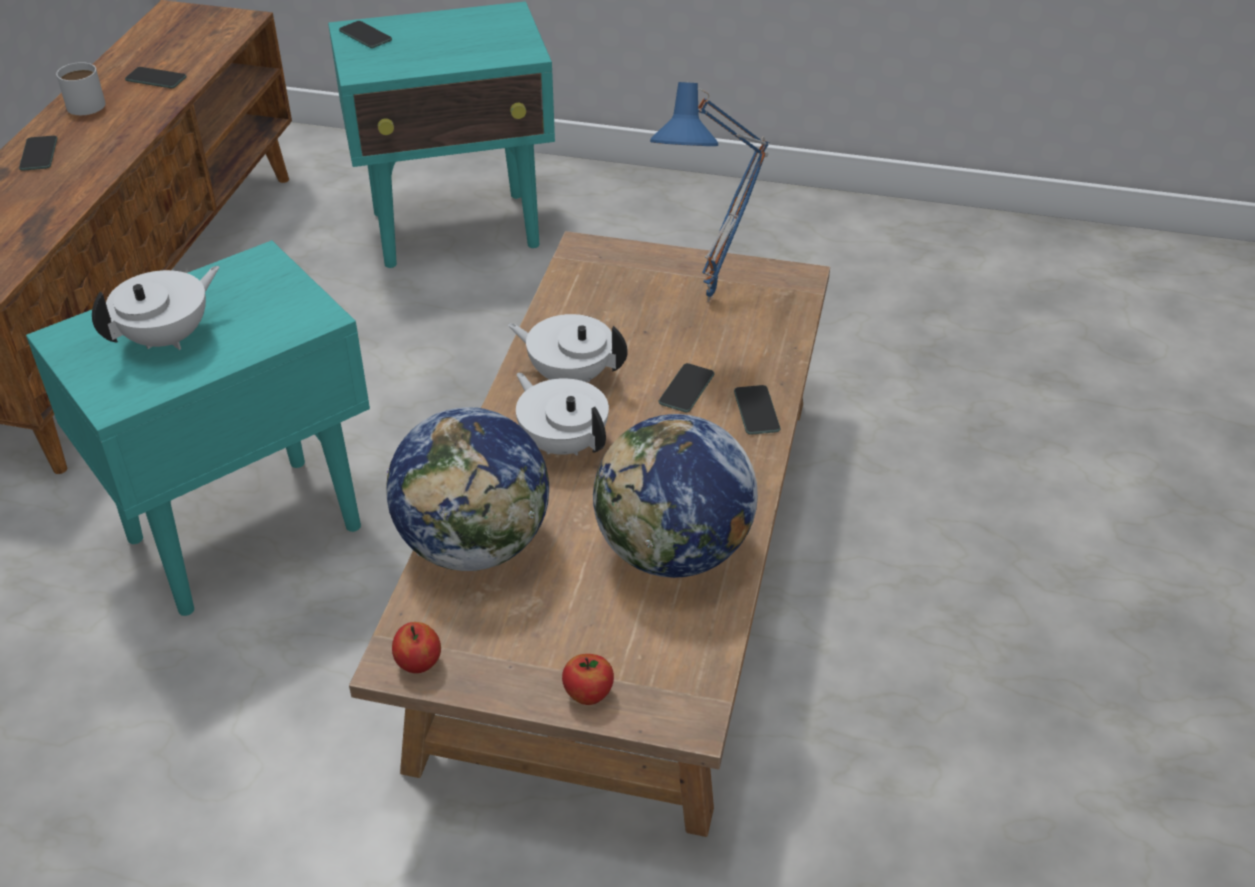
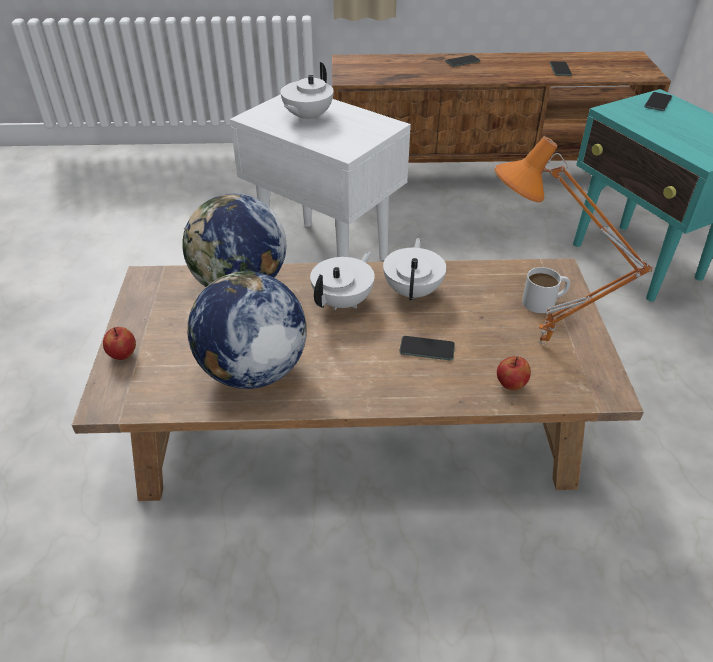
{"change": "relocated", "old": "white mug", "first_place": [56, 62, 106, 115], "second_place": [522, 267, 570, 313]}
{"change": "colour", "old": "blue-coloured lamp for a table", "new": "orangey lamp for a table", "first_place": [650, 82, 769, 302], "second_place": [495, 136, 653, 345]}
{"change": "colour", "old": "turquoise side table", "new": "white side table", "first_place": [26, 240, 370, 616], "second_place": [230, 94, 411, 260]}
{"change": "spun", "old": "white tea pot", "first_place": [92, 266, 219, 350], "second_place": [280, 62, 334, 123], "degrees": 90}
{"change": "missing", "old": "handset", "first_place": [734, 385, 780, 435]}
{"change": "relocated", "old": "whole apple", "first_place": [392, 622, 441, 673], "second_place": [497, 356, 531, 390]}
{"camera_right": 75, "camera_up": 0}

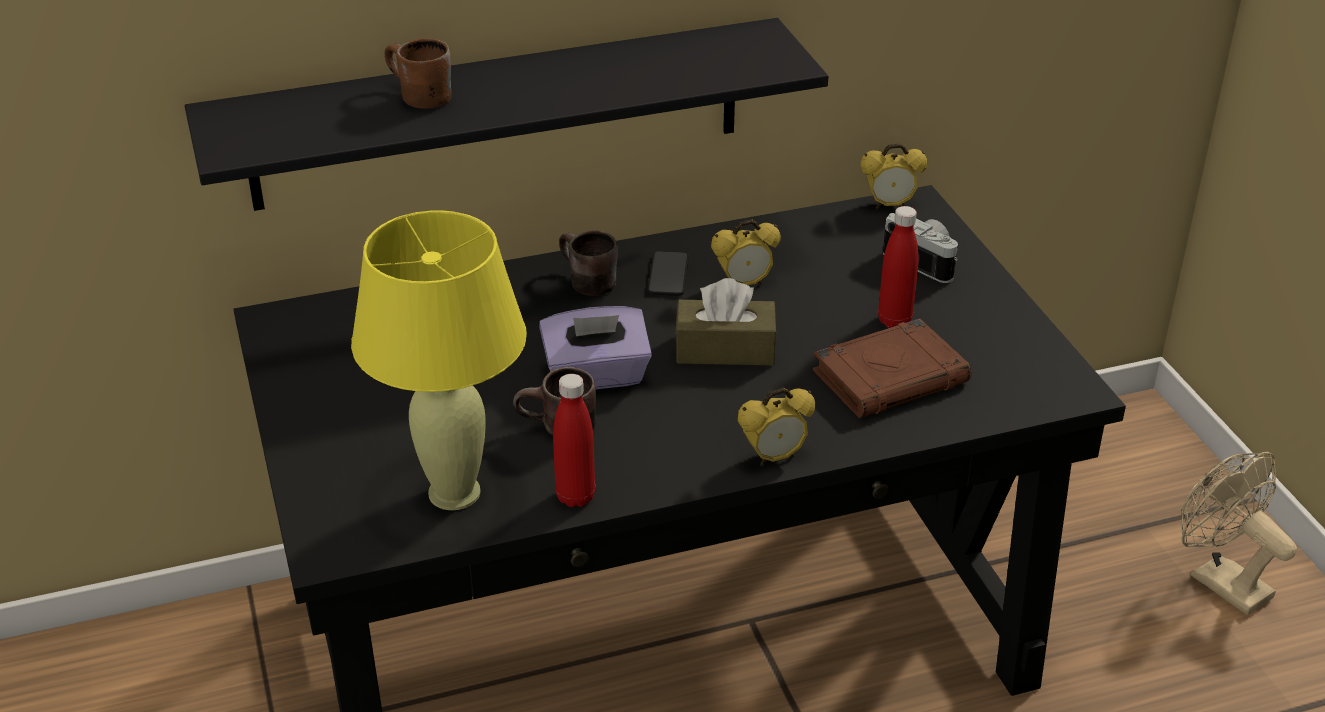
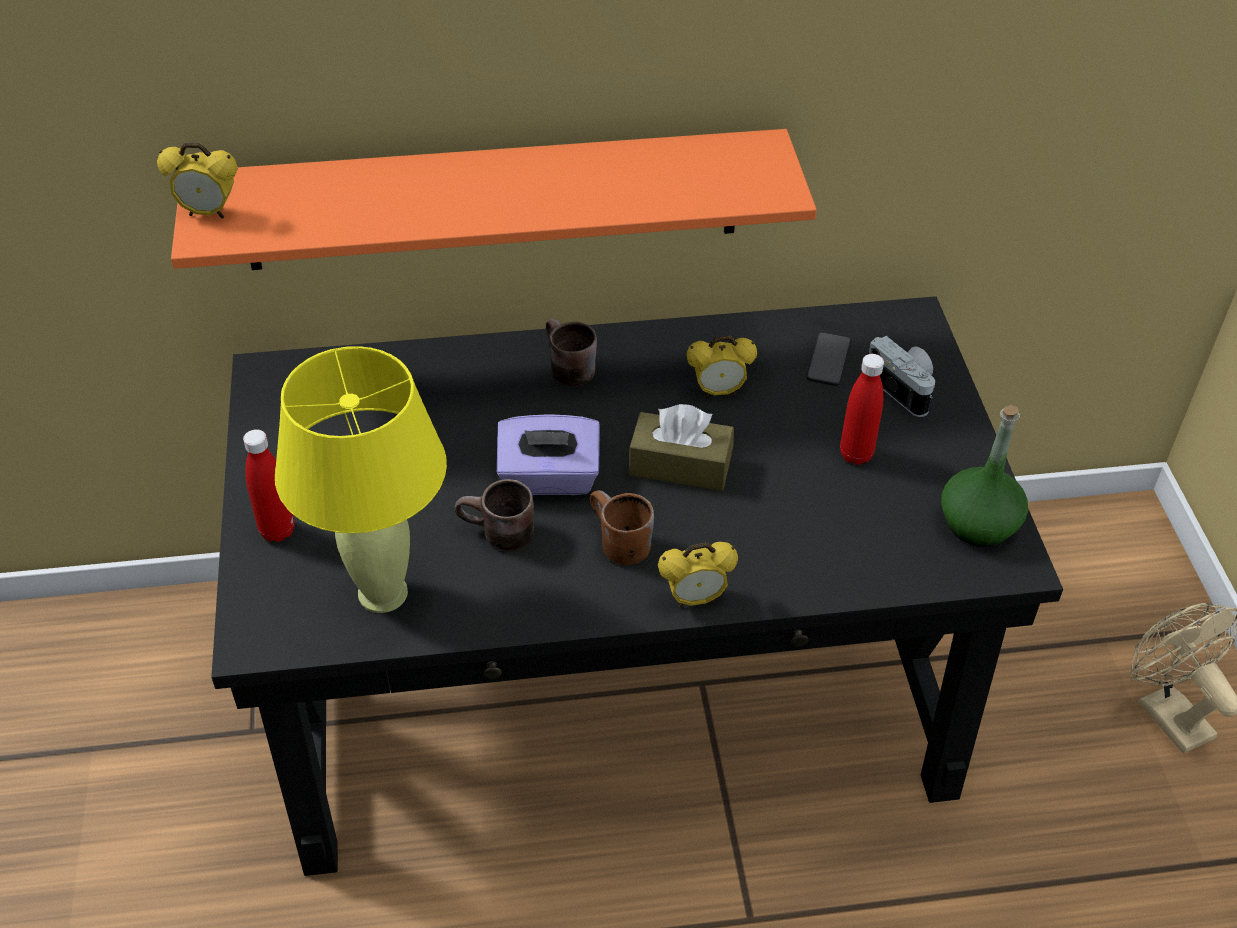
{"change": "colour", "old": "black bracket shelf", "new": "orangey bracket shelf", "first_place": [185, 18, 829, 211], "second_place": [171, 129, 817, 270]}
{"change": "relocated", "old": "brown mug", "first_place": [384, 38, 452, 109], "second_place": [590, 490, 654, 565]}
{"change": "relocated", "old": "alarm clock", "first_place": [860, 144, 927, 209], "second_place": [157, 143, 237, 218]}
{"change": "relocated", "old": "handset", "first_place": [648, 251, 689, 296], "second_place": [806, 332, 852, 386]}
{"change": "missing", "old": "brown bound book", "first_place": [813, 319, 971, 418]}
{"change": "relocated", "old": "red-coloured bottle", "first_place": [553, 374, 595, 507], "second_place": [243, 429, 295, 542]}
{"change": "appeared", "new": "greenish bottle", "second_place": [941, 405, 1028, 547]}
{"camera_right": 10, "camera_up": 10}

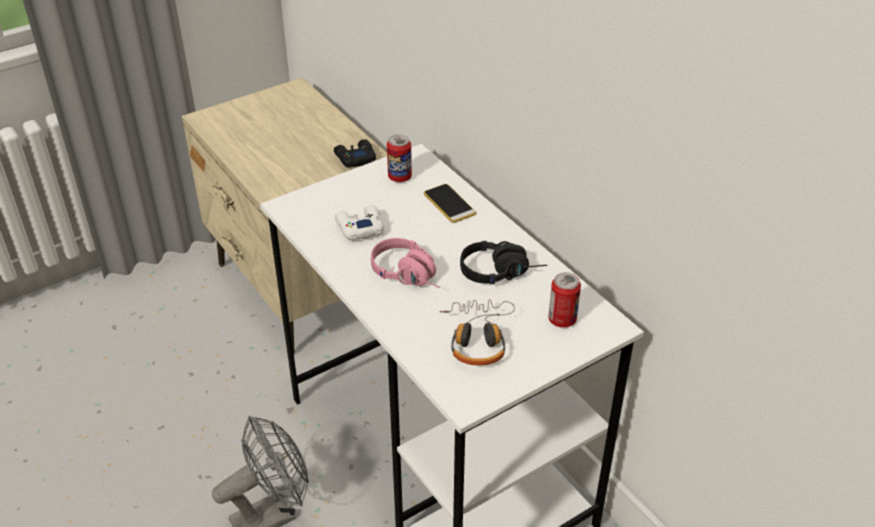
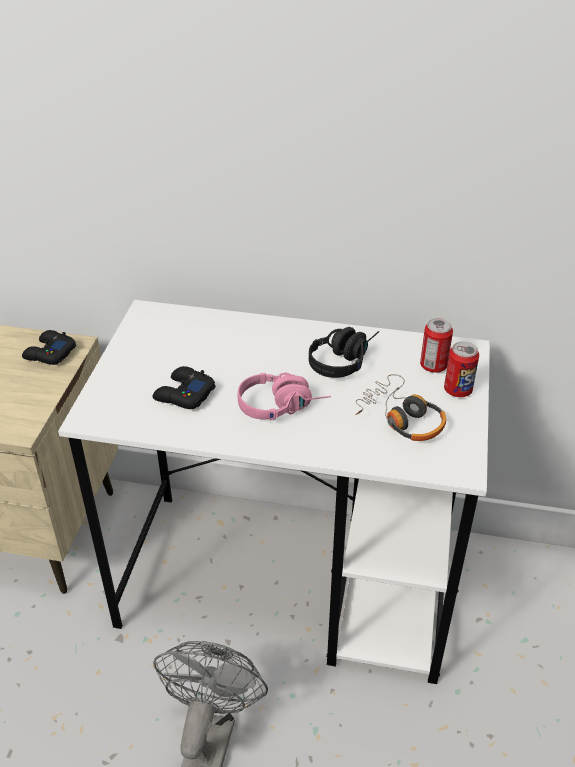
{"change": "relocated", "old": "metal can", "first_place": [387, 134, 412, 182], "second_place": [444, 341, 479, 397]}
{"change": "missing", "old": "handset", "first_place": [424, 184, 476, 223]}
{"change": "colour", "old": "white joypad", "new": "black joypad", "first_place": [335, 205, 384, 240], "second_place": [153, 366, 215, 409]}
{"camera_right": -45, "camera_up": 0}

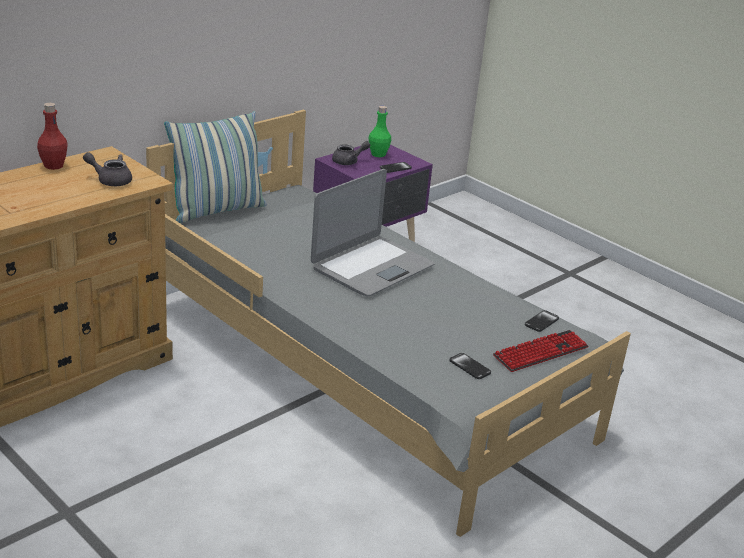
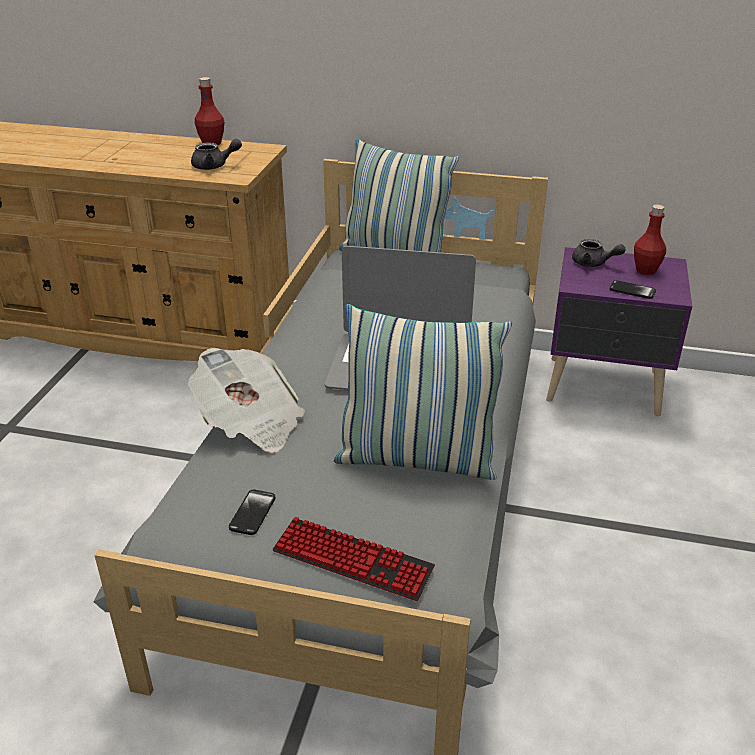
{"change": "colour", "old": "greenish bottle", "new": "red-coloured bottle", "first_place": [368, 106, 391, 157], "second_place": [634, 205, 666, 275]}
{"change": "spun", "old": "grey tea pot", "first_place": [83, 152, 132, 186], "second_place": [191, 139, 242, 170], "degrees": 105}
{"change": "missing", "old": "handset", "first_place": [525, 310, 559, 332]}
{"change": "appeared", "new": "throw pillow", "second_place": [334, 304, 512, 480]}
{"change": "appeared", "new": "daily paper", "second_place": [188, 348, 305, 453]}
{"camera_right": 60, "camera_up": 5}

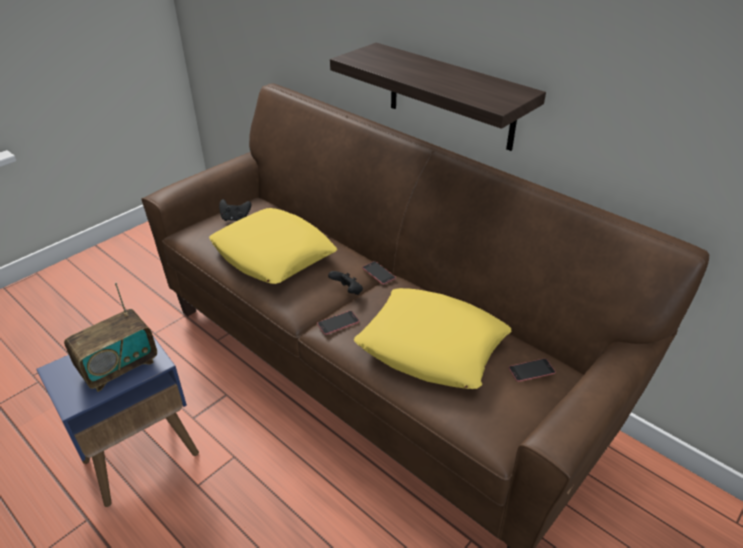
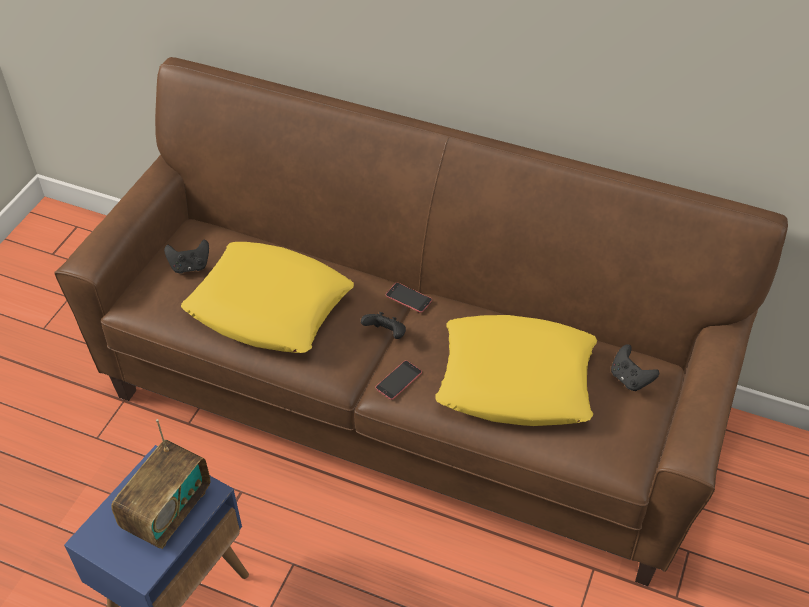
{"change": "missing", "old": "bracket shelf", "first_place": [330, 43, 546, 151]}
{"change": "exchanged", "old": "handset", "new": "black joypad", "first_place": [509, 358, 556, 382], "second_place": [611, 344, 659, 391]}
{"camera_right": -20, "camera_up": 10}

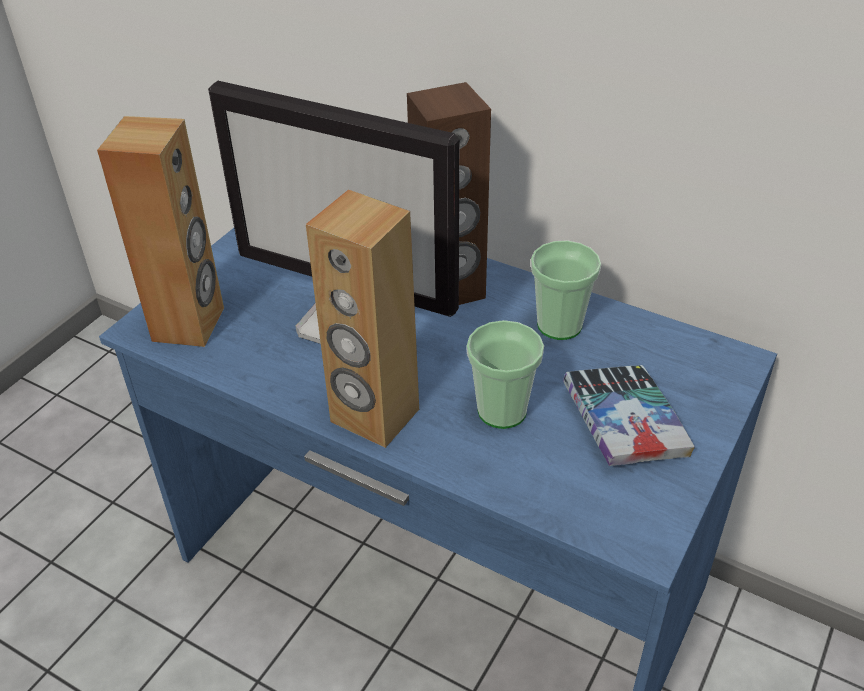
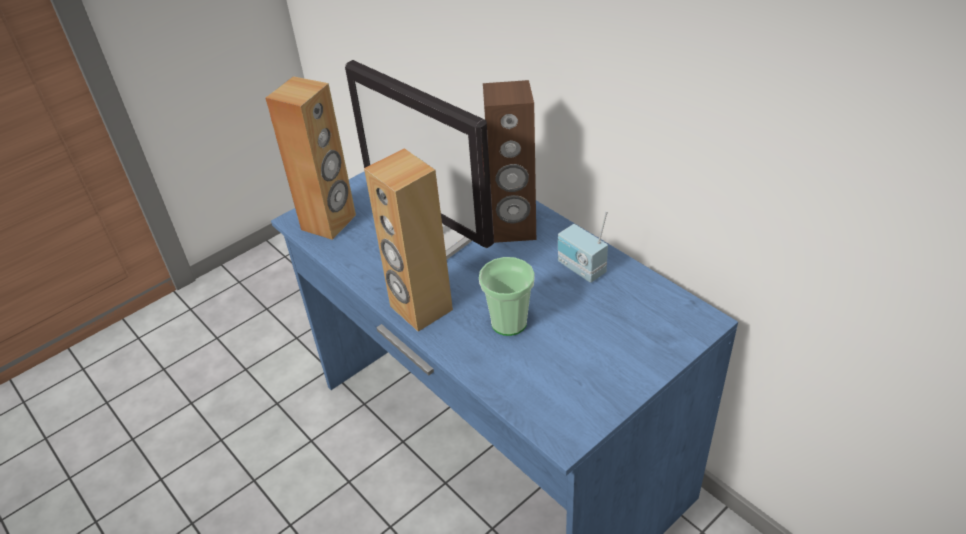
{"change": "exchanged", "old": "cup", "new": "radio set", "first_place": [531, 240, 601, 340], "second_place": [558, 210, 608, 283]}
{"change": "missing", "old": "bound book", "first_place": [563, 365, 695, 466]}
{"camera_right": 20, "camera_up": 0}

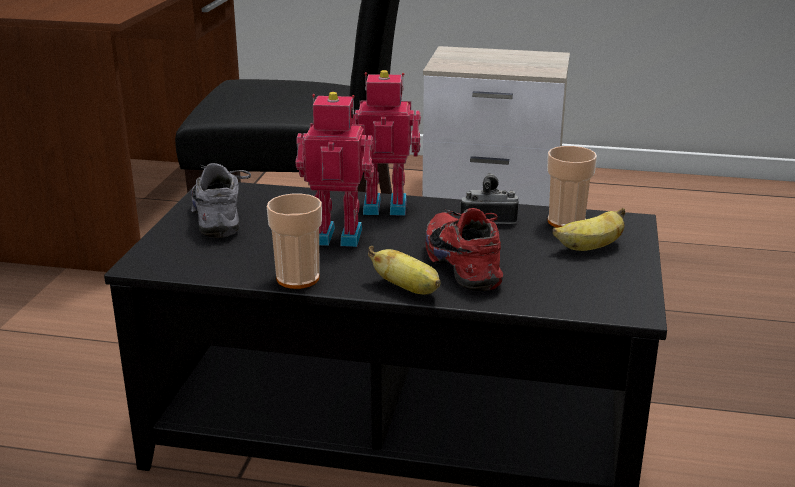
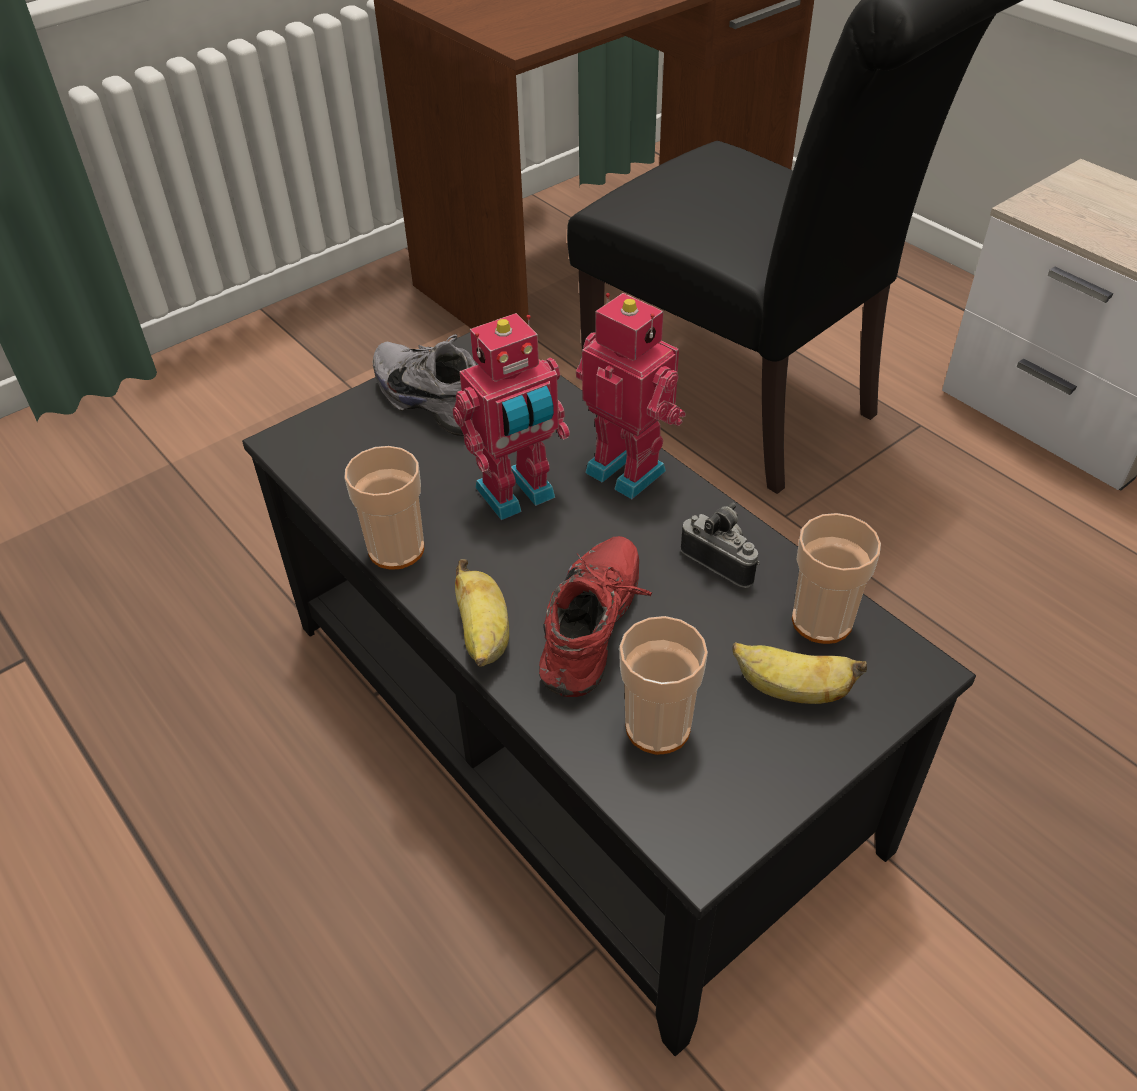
{"change": "spun", "old": "model robot", "first_place": [296, 92, 374, 247], "second_place": [453, 313, 570, 520], "degrees": 105}
{"change": "spun", "old": "grey item of footwear", "first_place": [191, 163, 251, 238], "second_place": [373, 334, 476, 436], "degrees": -75}
{"change": "appeared", "new": "cup", "second_place": [619, 616, 708, 755]}
{"camera_right": 40, "camera_up": 20}

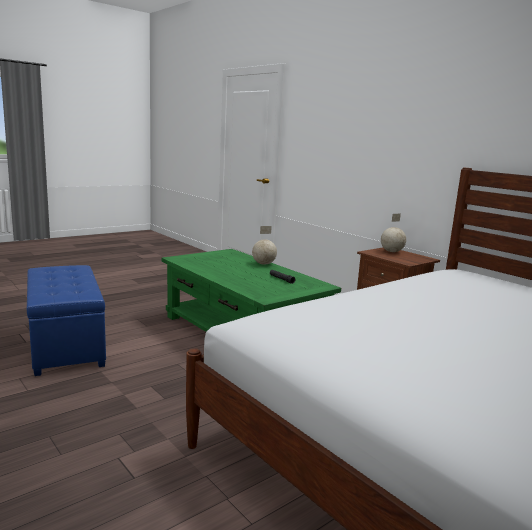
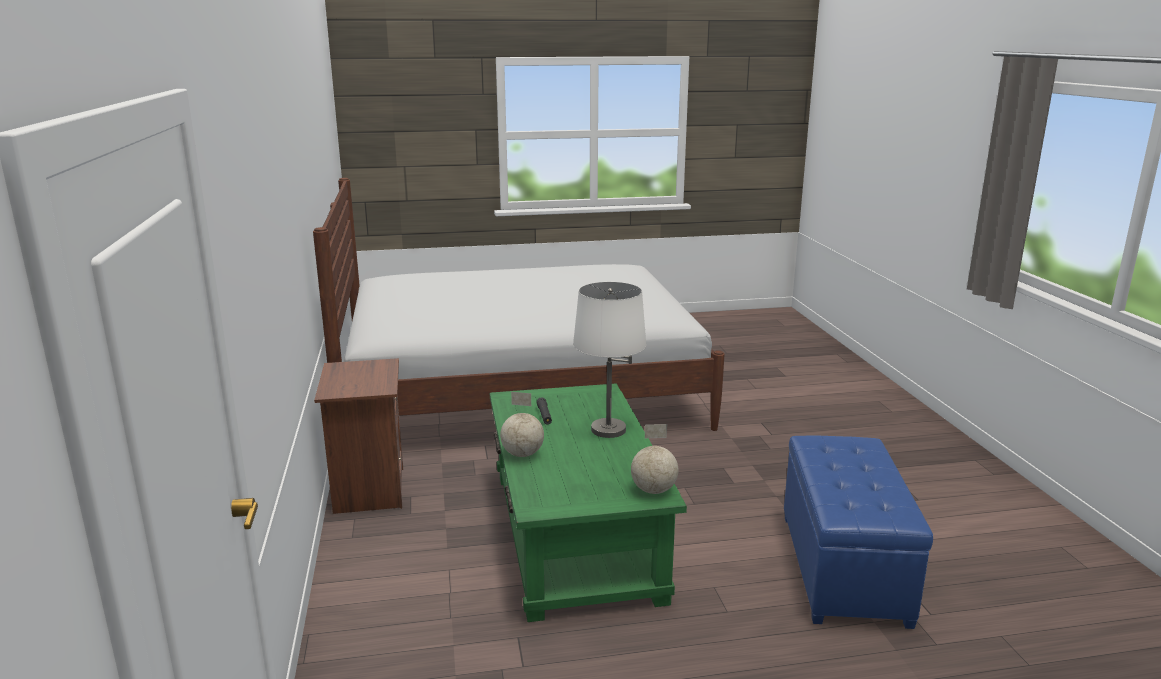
{"change": "relocated", "old": "globe", "first_place": [381, 213, 406, 252], "second_place": [631, 424, 679, 494]}
{"change": "appeared", "new": "white lamp for a table", "second_place": [573, 282, 646, 438]}
{"camera_right": -150, "camera_up": 5}

